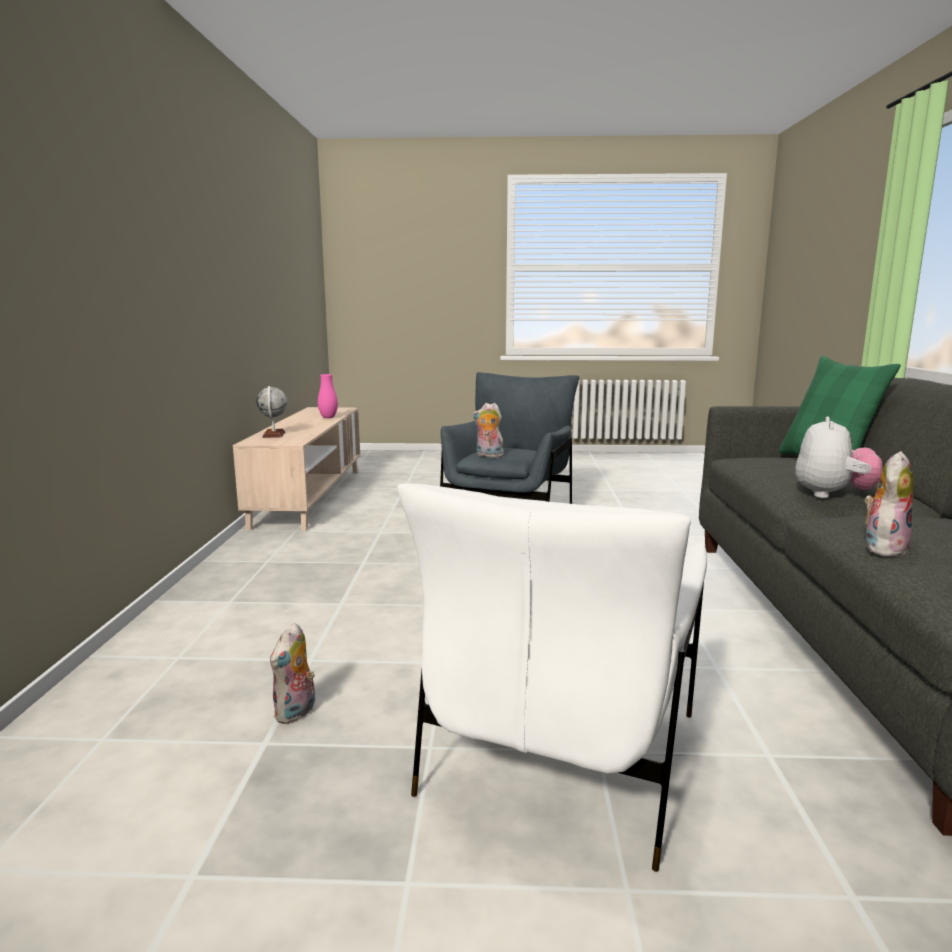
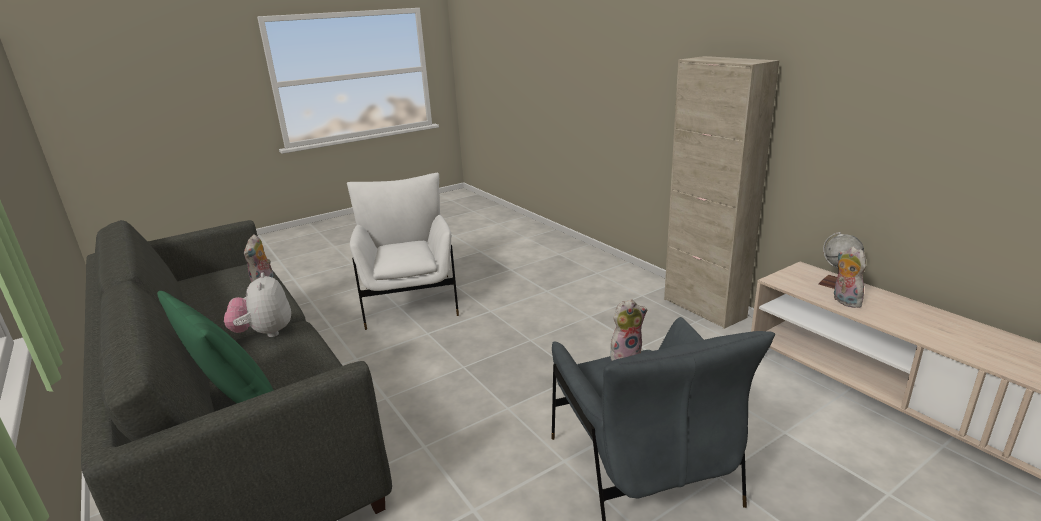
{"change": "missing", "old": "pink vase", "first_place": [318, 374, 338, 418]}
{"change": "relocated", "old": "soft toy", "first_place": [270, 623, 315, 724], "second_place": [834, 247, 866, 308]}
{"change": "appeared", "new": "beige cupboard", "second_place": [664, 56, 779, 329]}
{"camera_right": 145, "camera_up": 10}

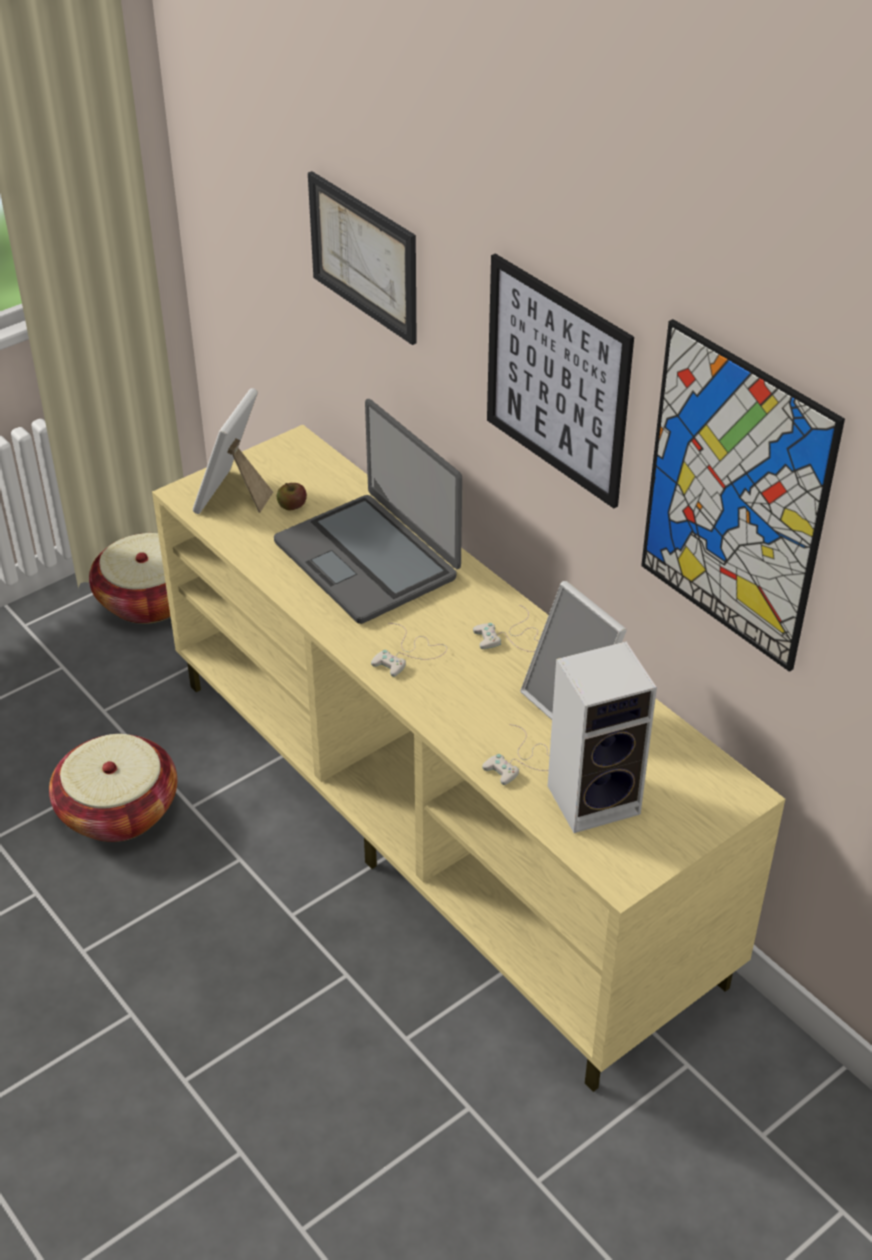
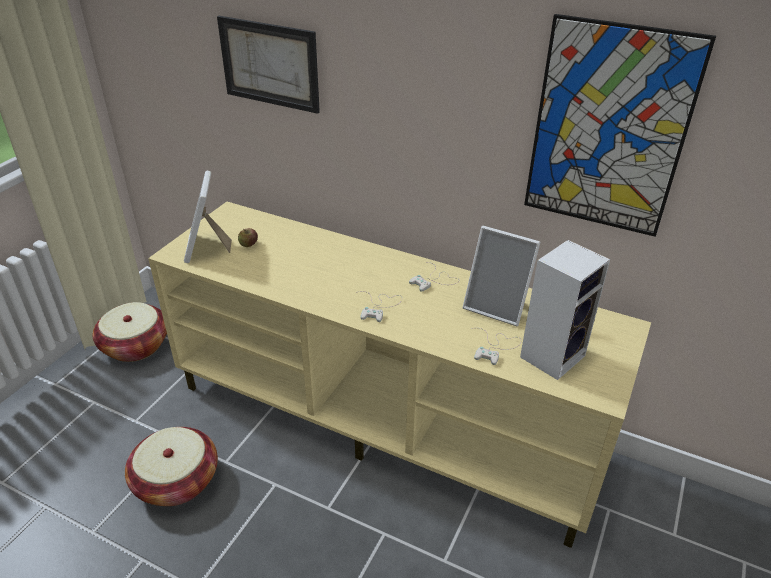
{"change": "missing", "old": "wall art", "first_place": [487, 254, 634, 508]}
{"change": "missing", "old": "portable computer", "first_place": [274, 399, 462, 624]}
{"camera_right": -25, "camera_up": -5}

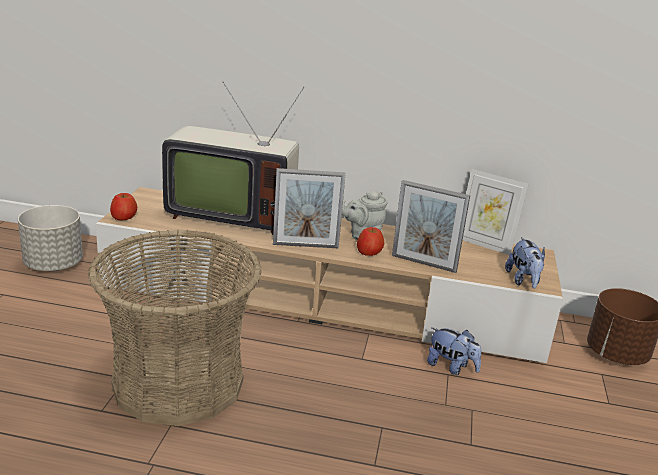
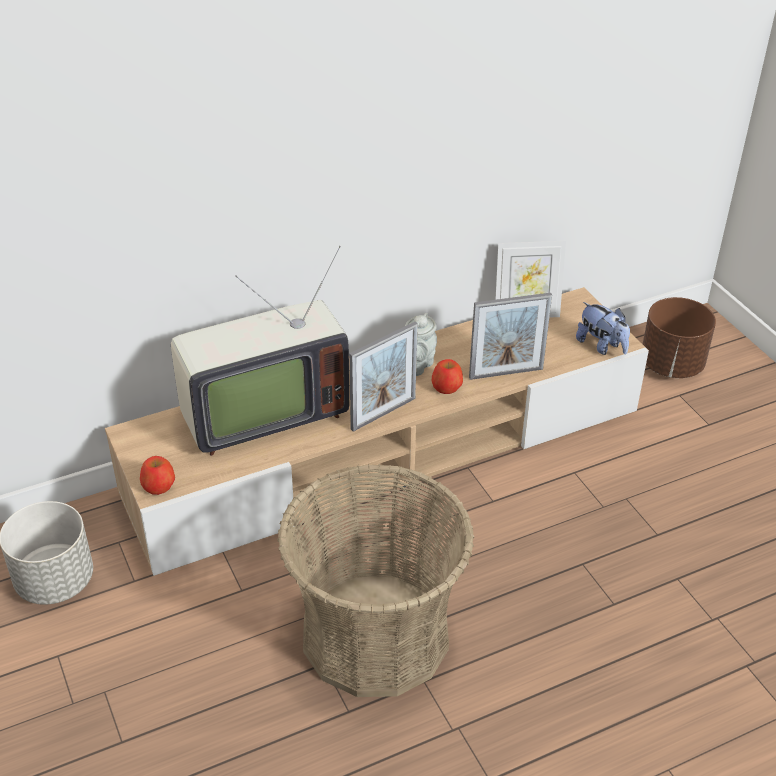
{"change": "missing", "old": "soft toy", "first_place": [427, 327, 481, 375]}
{"camera_right": -35, "camera_up": 15}

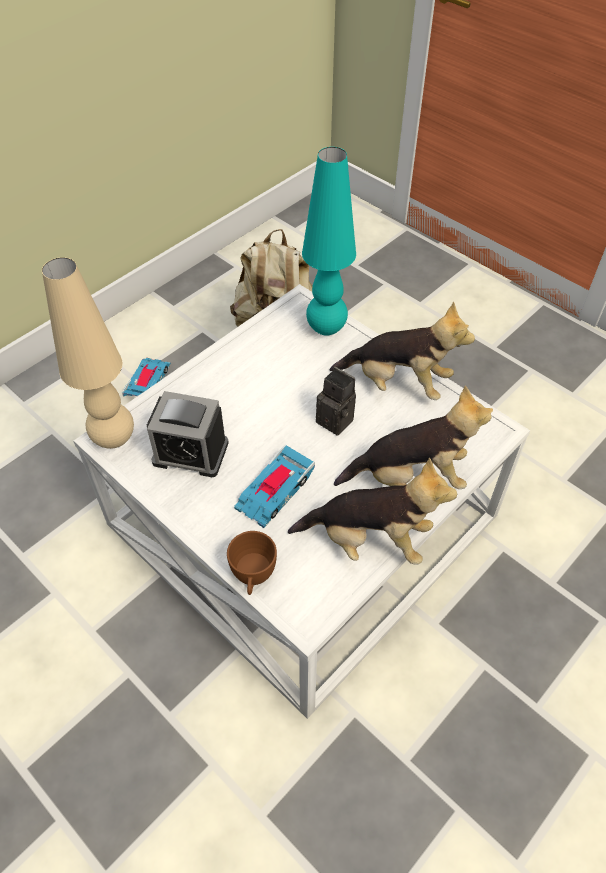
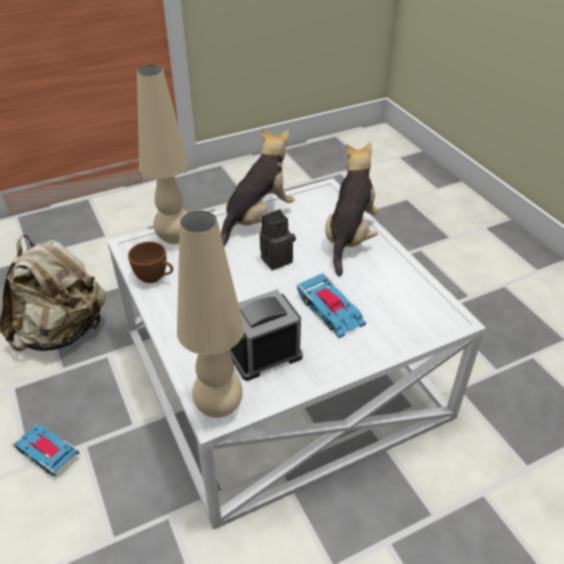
{"change": "colour", "old": "turquoise lamp for a table", "new": "beige lamp for a table", "first_place": [302, 147, 356, 336], "second_place": [137, 65, 188, 244]}
{"change": "spun", "old": "alarm clock", "first_place": [147, 391, 229, 477], "second_place": [228, 289, 303, 381], "degrees": -150}
{"change": "missing", "old": "soft toy", "first_place": [288, 458, 457, 565]}
{"change": "relocated", "old": "brown cup", "first_place": [227, 531, 277, 595], "second_place": [128, 241, 173, 283]}
{"camera_right": -70, "camera_up": -10}

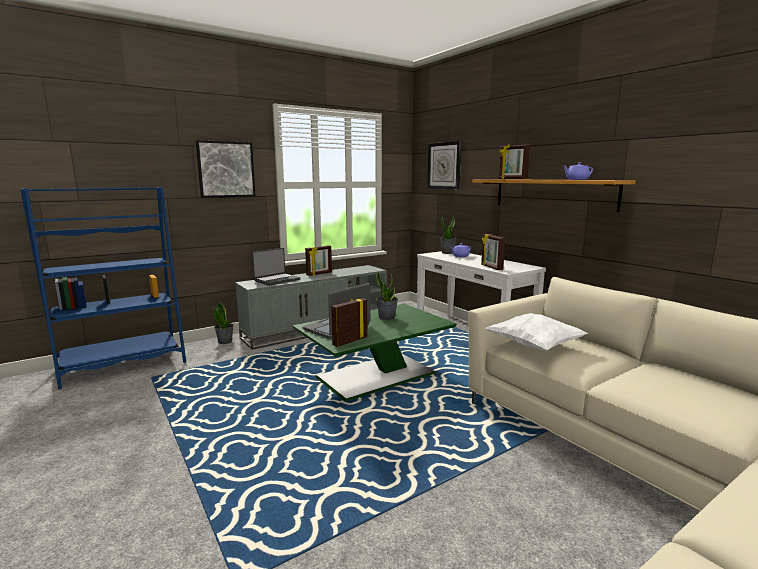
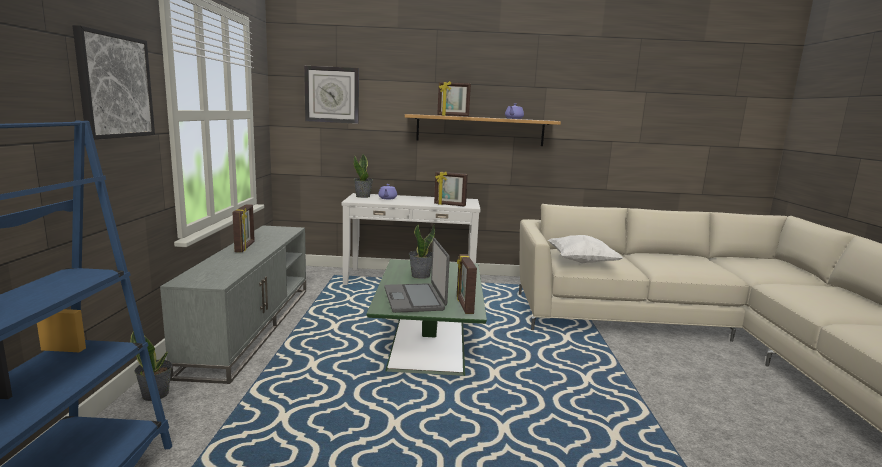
{"change": "missing", "old": "portable computer", "first_place": [252, 248, 300, 286]}
{"camera_right": -55, "camera_up": 0}

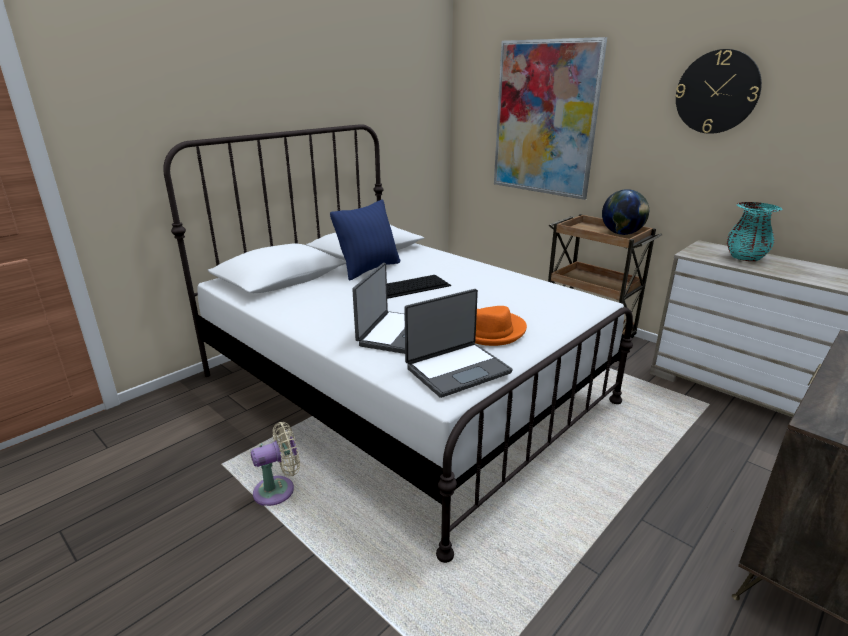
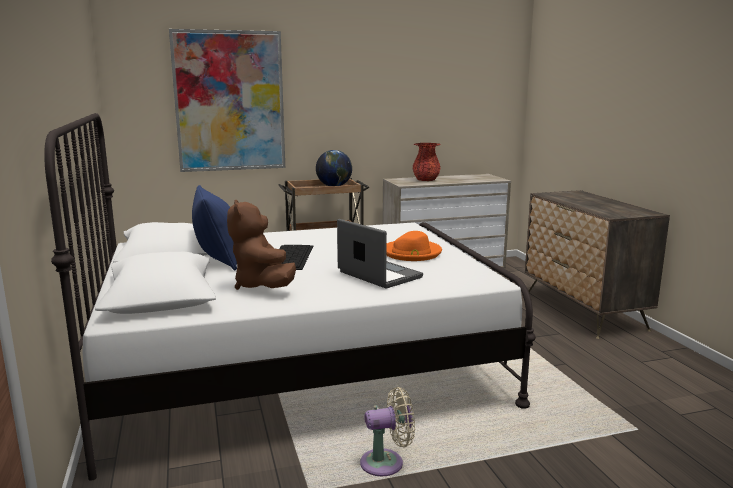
{"change": "missing", "old": "wall clock", "first_place": [676, 49, 762, 134]}
{"change": "colour", "old": "turquoise vase", "new": "red-coloured vase", "first_place": [727, 202, 782, 261], "second_place": [413, 143, 441, 181]}
{"change": "missing", "old": "portable computer", "first_place": [404, 289, 513, 398]}
{"change": "spun", "old": "beige fan", "first_place": [251, 422, 300, 506], "second_place": [360, 387, 415, 477], "degrees": 75}
{"change": "appeared", "new": "brown soft toy", "second_place": [227, 200, 296, 290]}
{"camera_right": -60, "camera_up": -10}

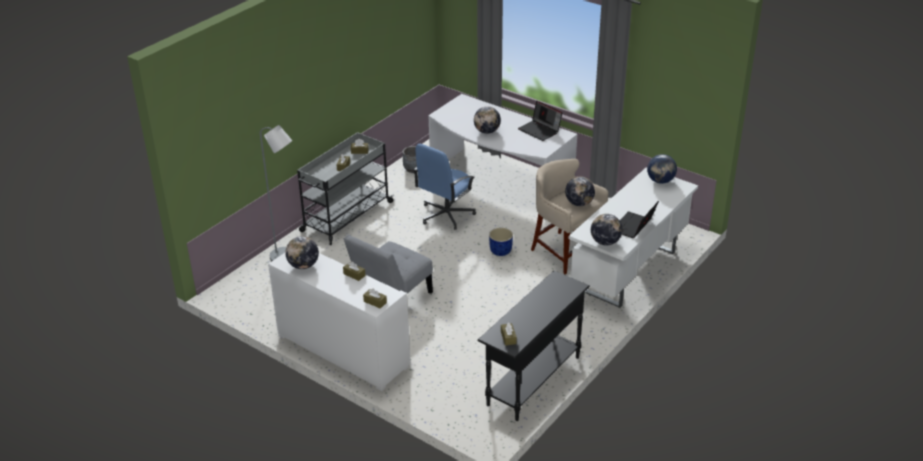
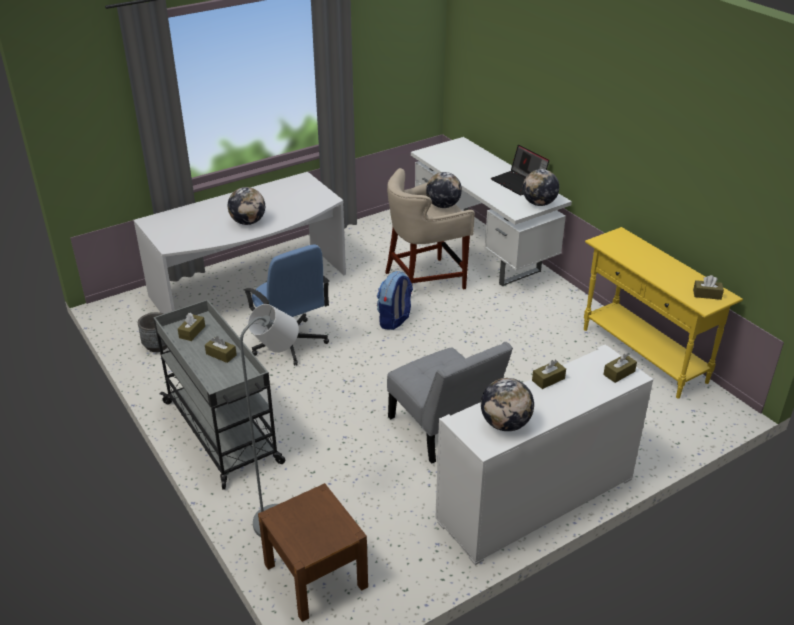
{"change": "missing", "old": "portable computer", "first_place": [518, 101, 562, 141]}
{"change": "missing", "old": "globe", "first_place": [647, 154, 677, 184]}
{"change": "exchanged", "old": "blue-coloured plant pot", "new": "backpack", "first_place": [489, 228, 513, 256], "second_place": [377, 271, 413, 330]}
{"change": "colour", "old": "black narrow table", "new": "yellow narrow table", "first_place": [477, 270, 590, 421], "second_place": [584, 227, 743, 399]}
{"change": "appeared", "new": "brown night table", "second_place": [258, 483, 368, 622]}
{"camera_right": -70, "camera_up": 0}

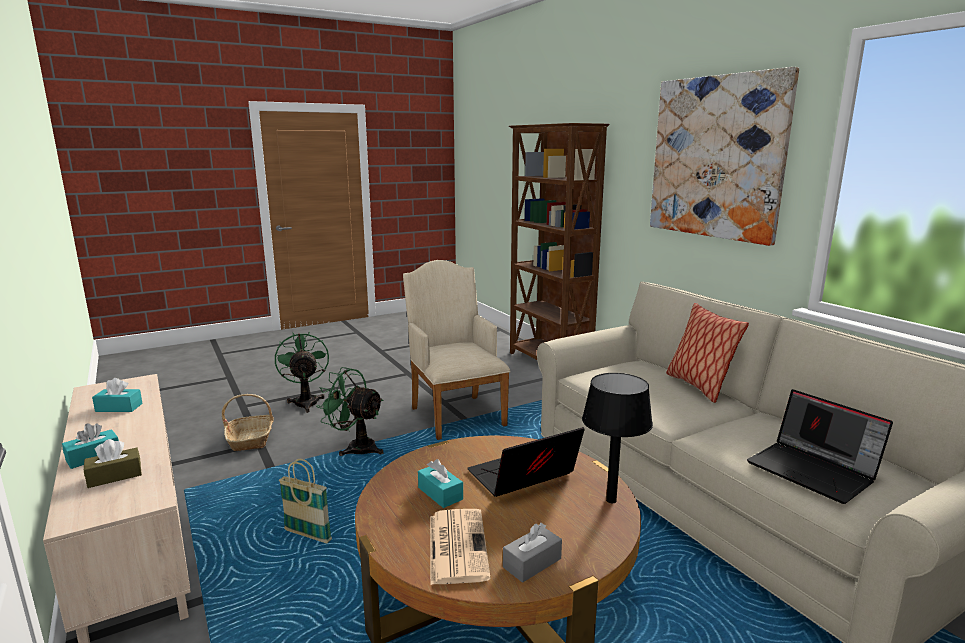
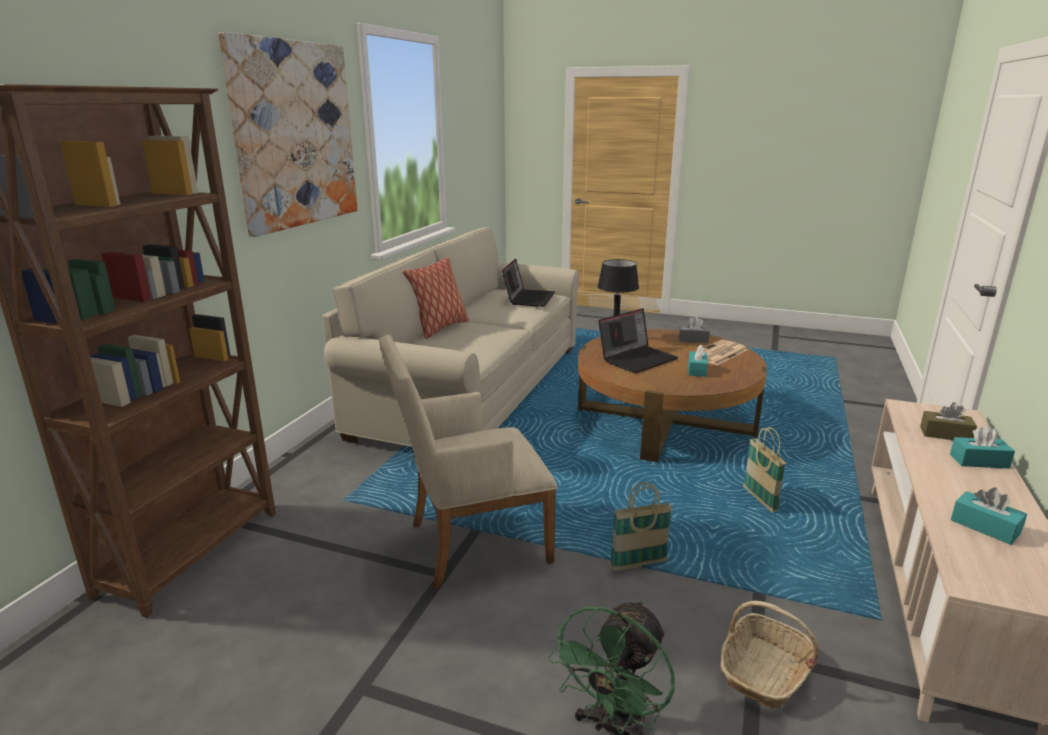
{"change": "spun", "old": "beige armchair", "first_place": [403, 260, 510, 440], "second_place": [379, 334, 558, 589], "degrees": 45}
{"change": "exchanged", "old": "greenish fan", "new": "basket", "first_place": [316, 367, 384, 456], "second_place": [610, 483, 672, 571]}
{"change": "spun", "old": "portable computer", "first_place": [467, 427, 584, 497], "second_place": [599, 308, 678, 373], "degrees": -60}
{"camera_right": -130, "camera_up": 5}

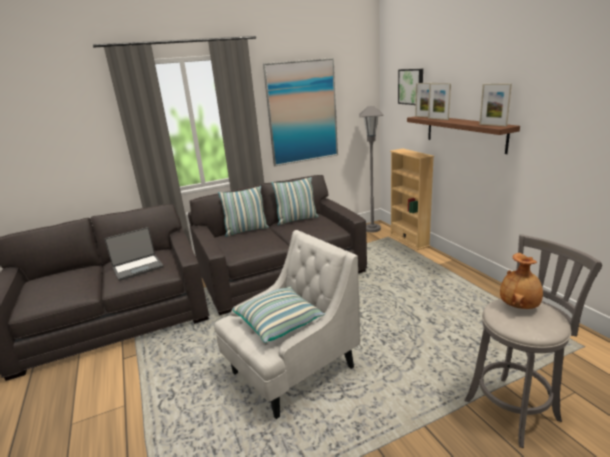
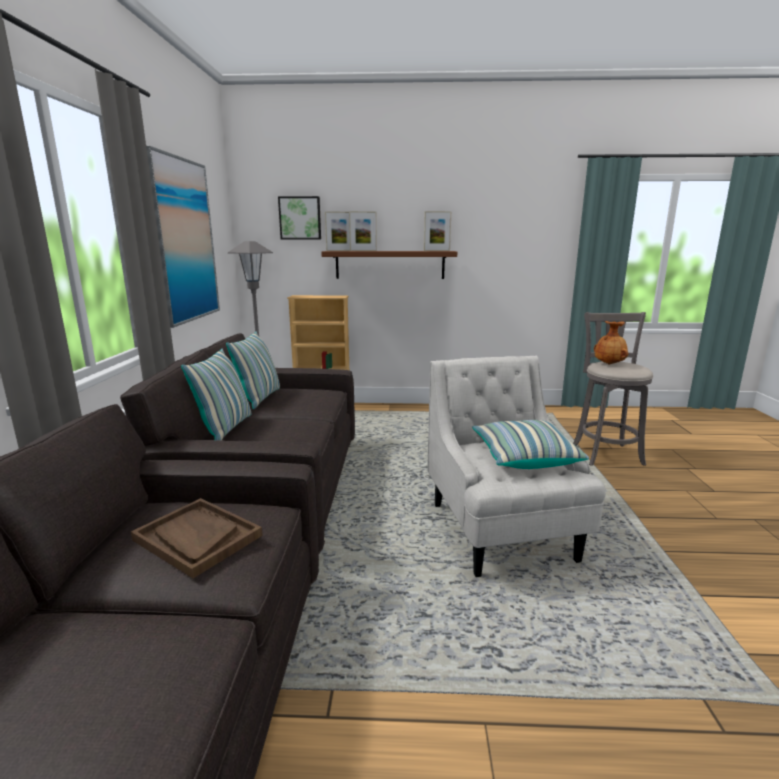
{"change": "exchanged", "old": "portable computer", "new": "brown serving tray", "first_place": [104, 227, 163, 281], "second_place": [131, 498, 263, 578]}
{"camera_right": -65, "camera_up": -5}

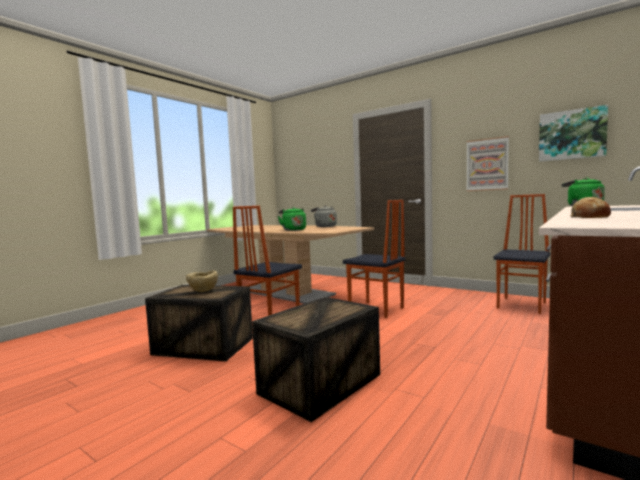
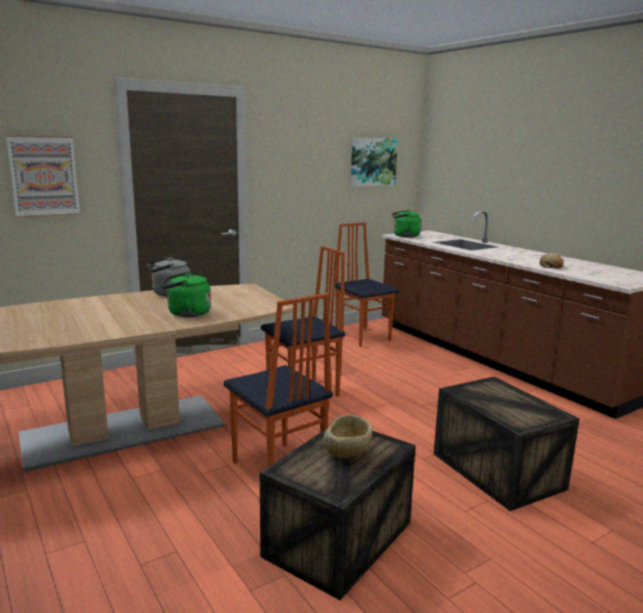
{"change": "relocated", "old": "wall art", "first_place": [466, 136, 509, 191], "second_place": [6, 135, 80, 218]}
{"camera_right": -70, "camera_up": 10}

